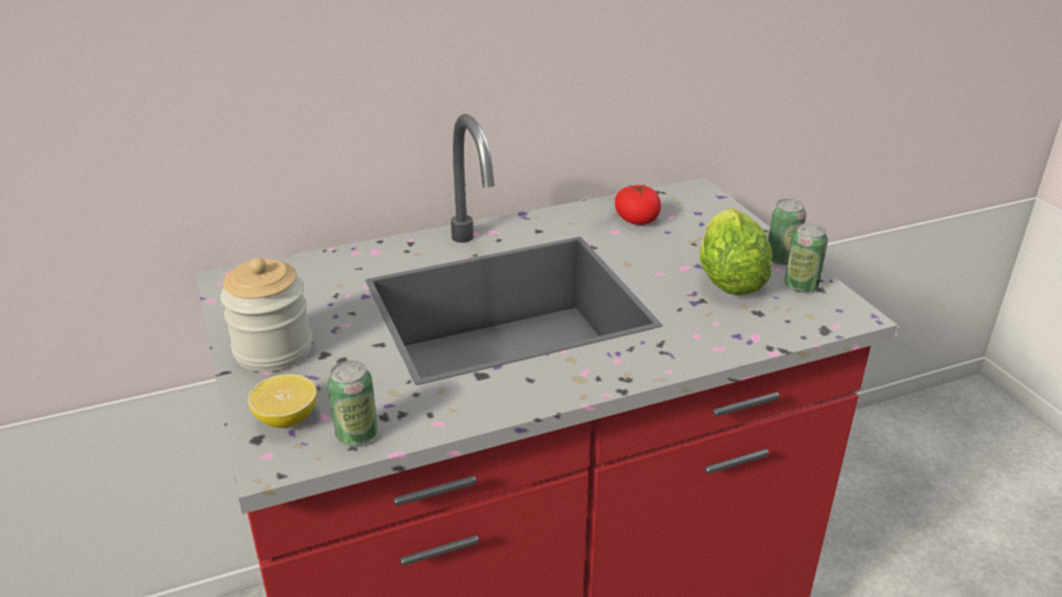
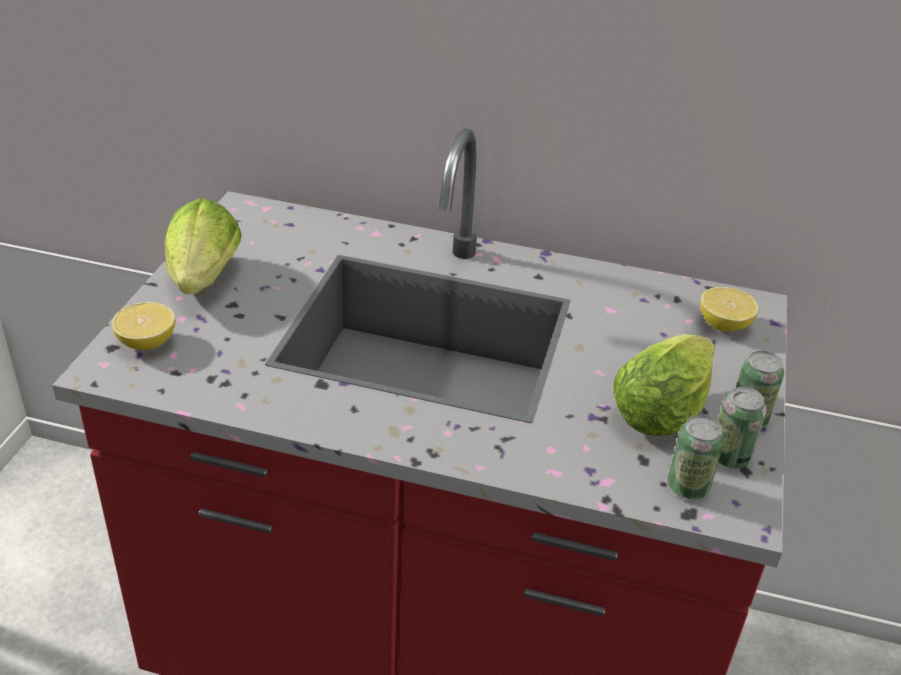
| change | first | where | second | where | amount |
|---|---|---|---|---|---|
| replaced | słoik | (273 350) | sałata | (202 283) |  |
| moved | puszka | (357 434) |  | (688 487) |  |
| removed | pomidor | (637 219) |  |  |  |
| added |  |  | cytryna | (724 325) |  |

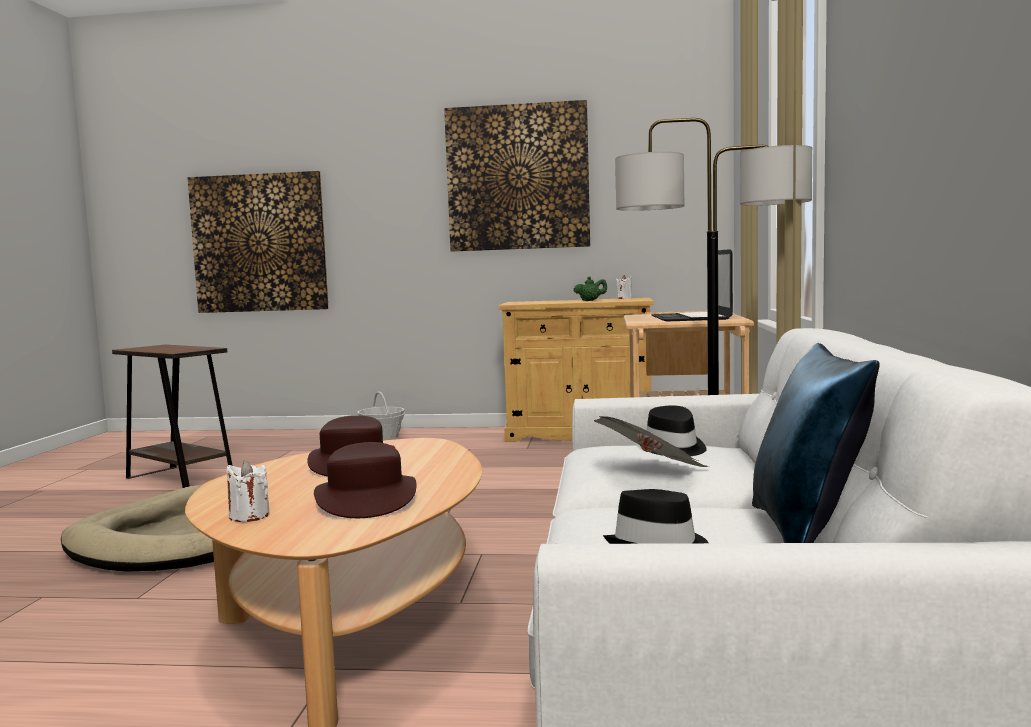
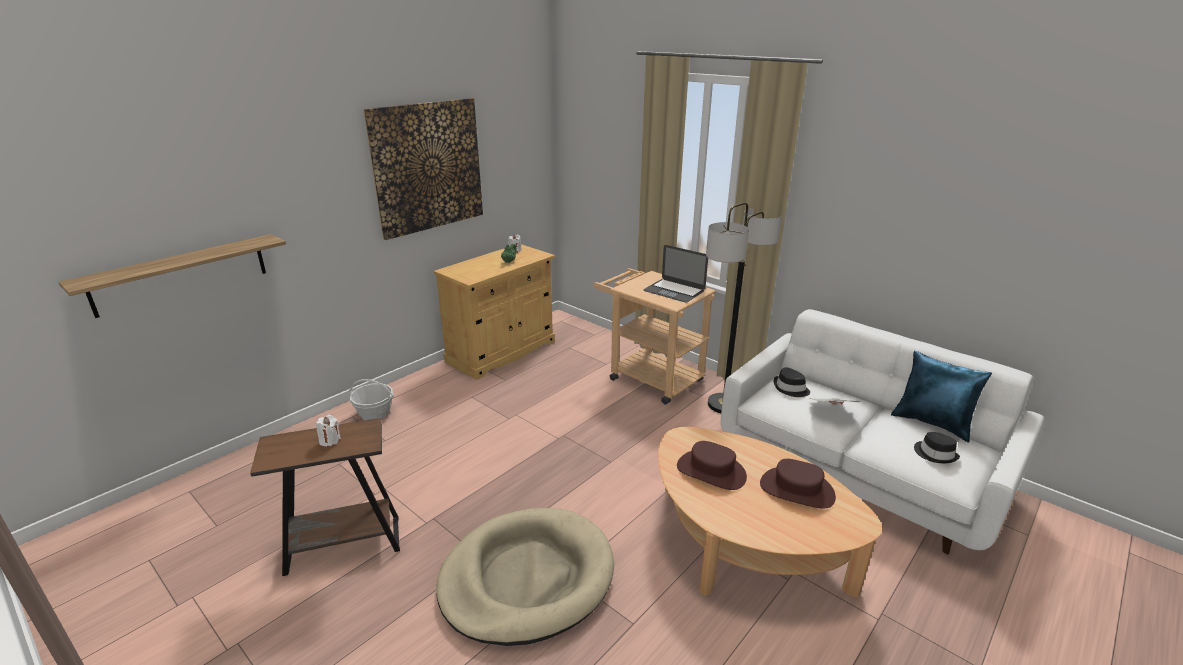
| change | first | where | second | where | amount |
|---|---|---|---|---|---|
| replaced | obraz | (259 243) | półka | (181 274) |  |
| moved | świeca (biały) | (249 516) |  | (330 440) |  |

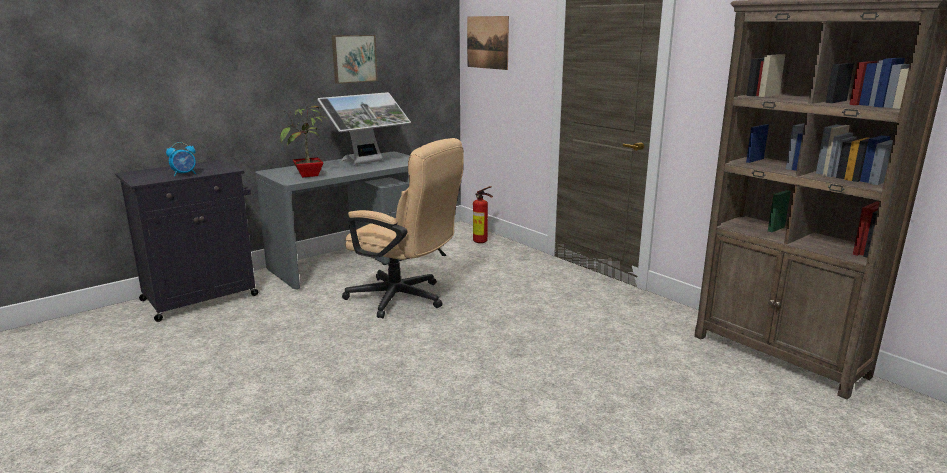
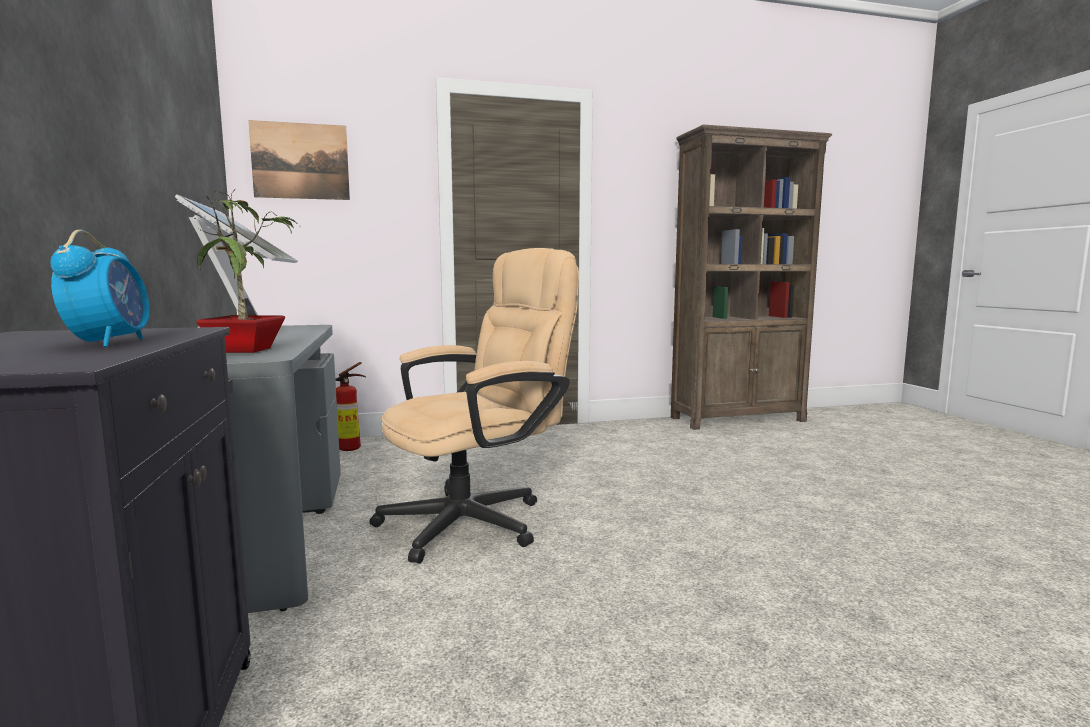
| change | first | where | second | where | amount |
|---|---|---|---|---|---|
| removed | obraz | (353 58) |  |  |  |

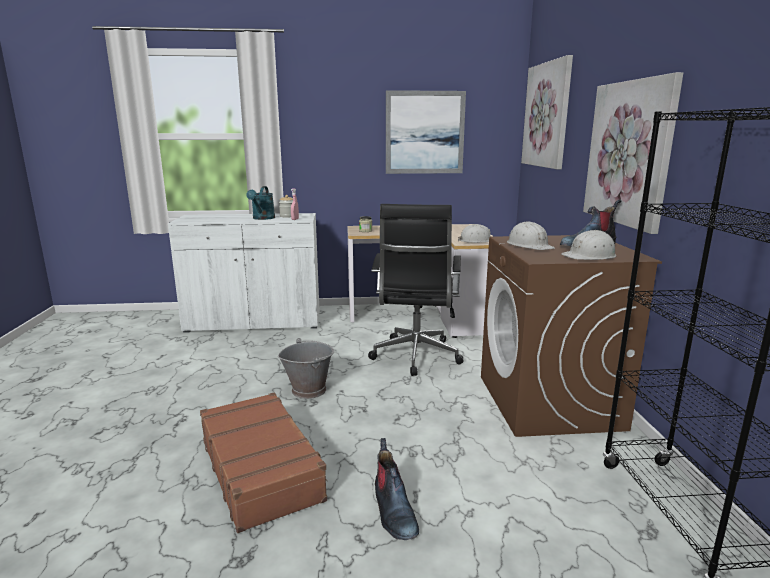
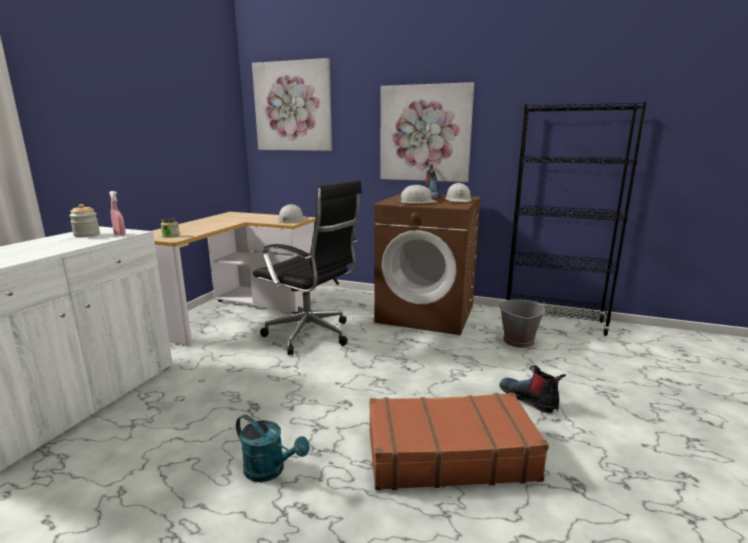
| change | first | where | second | where | amount |
|---|---|---|---|---|---|
| moved | konewka (turkusowy) | (262 218) |  | (270 470) |  |
| moved | wiadro (szary) | (309 390) |  | (518 341) |  |
| turned | but z cholewką | (393 512) |  | (529 399) | 135 degrees counterclockwise |
| removed | obraz | (424 133) |  |  |  |

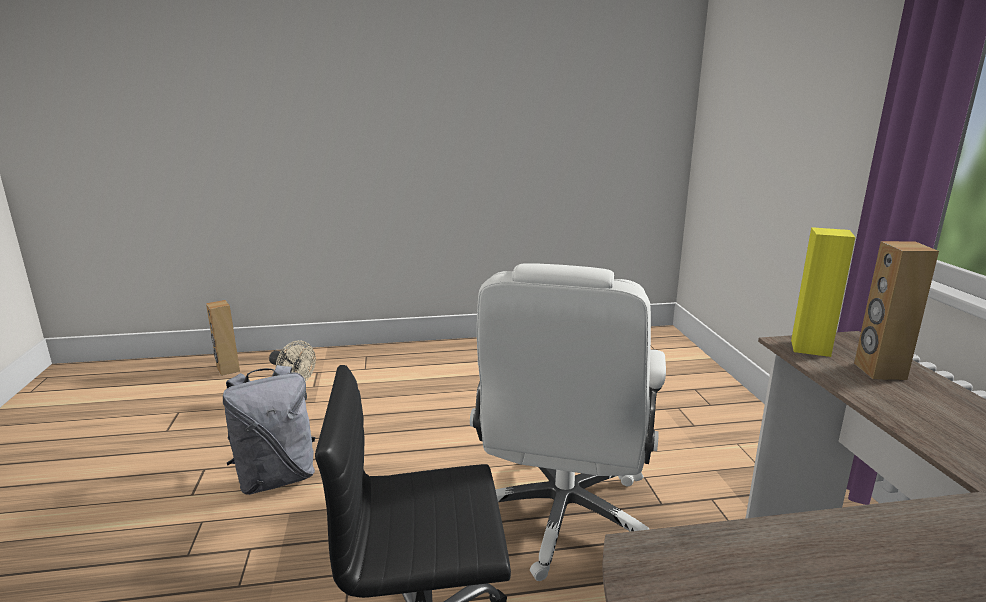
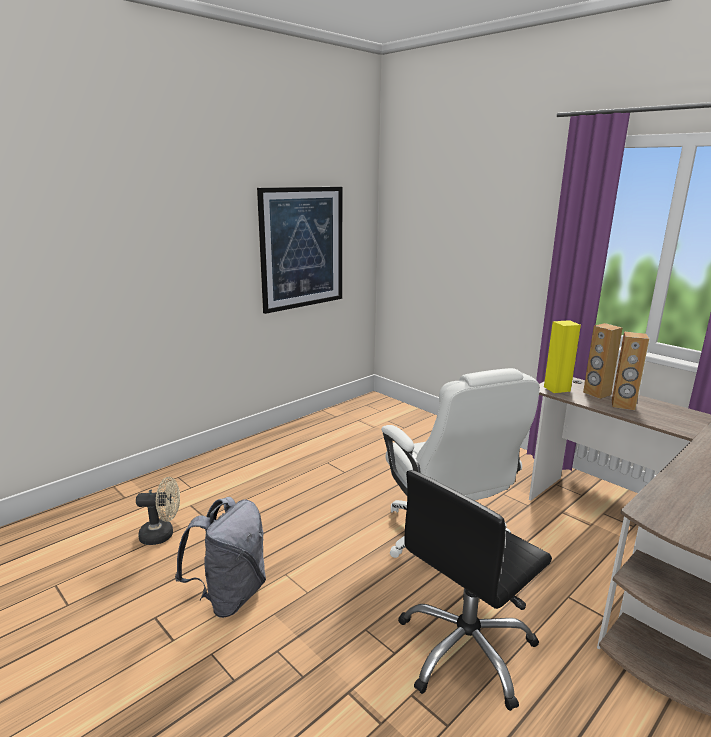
| change | first | where | second | where | amount |
|---|---|---|---|---|---|
| moved | głośnik (brązowy) | (228 370) |  | (623 405) |  |
| added |  |  | obraz | (302 248) |  |

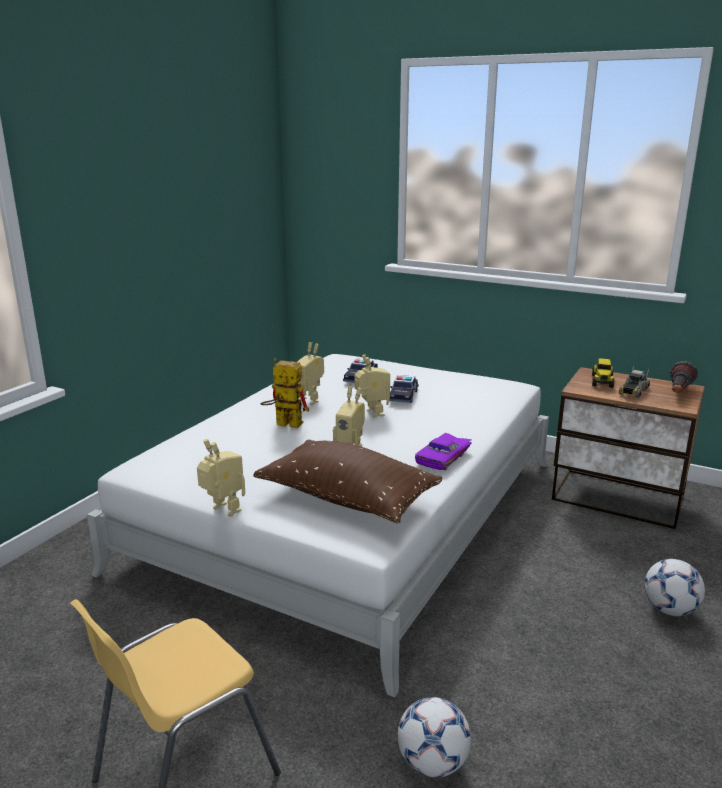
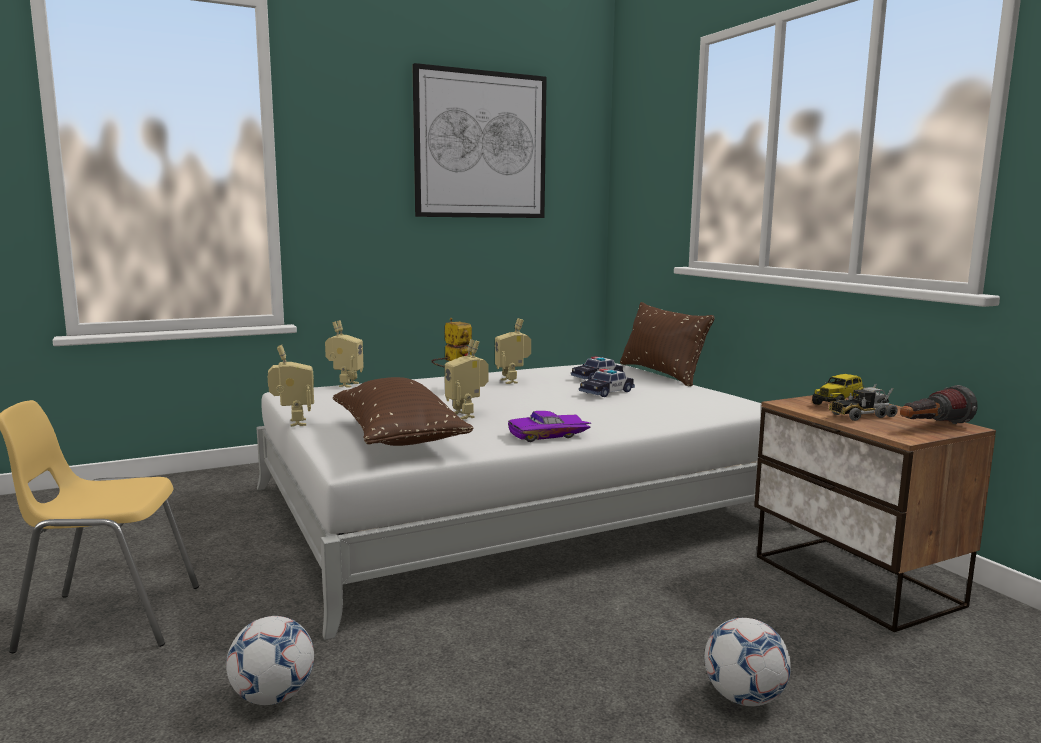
| change | first | where | second | where | amount |
|---|---|---|---|---|---|
| moved | robot zabawkowy | (372 413) |  | (345 384) |  |
| added |  |  | obraz | (481 145) |  |
| added |  |  | poduszka (brązowy) | (661 374) |  |

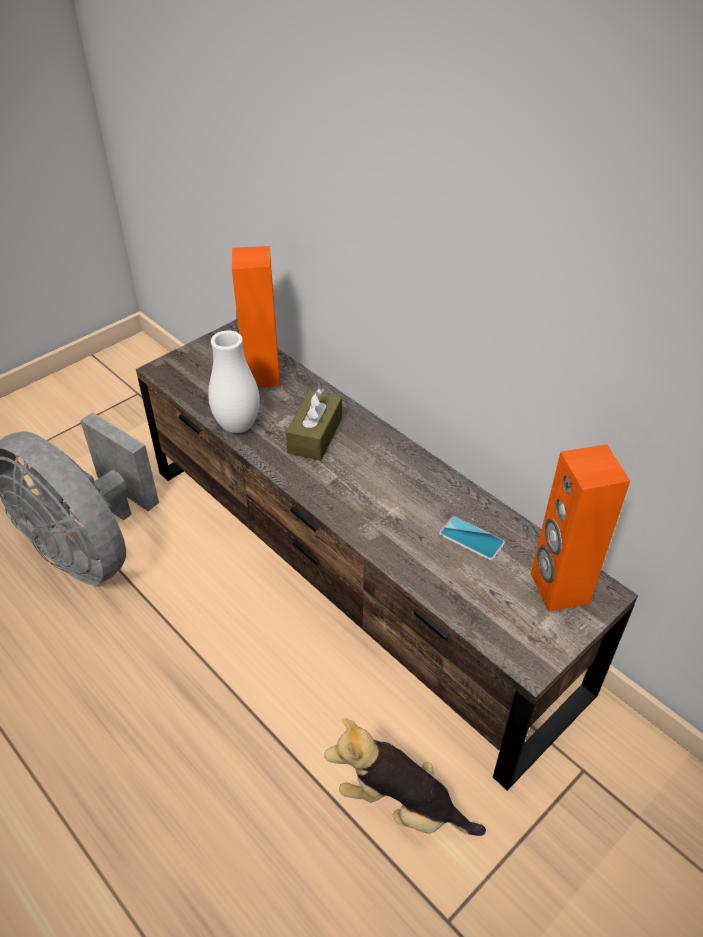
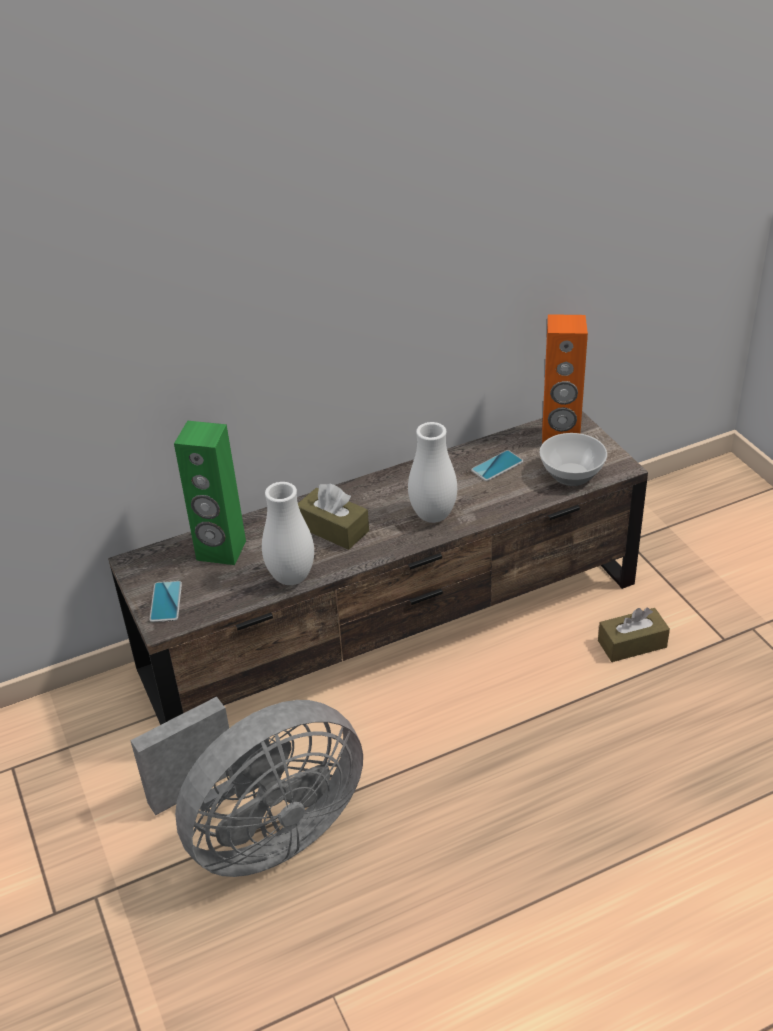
| change | first | where | second | where | amount |
|---|---|---|---|---|---|
| recoloured | głośnik (pomarańczowy) | (261 375) | głośnik (zielony) | (221 551) |  |
| replaced | pluszak | (401 804) | pudełko chusteczek (brązowy) | (632 644) |  |
| added |  |  | telefon | (166 602) |  |
| added |  |  | wazon (biały) | (433 516) |  |
| added |  |  | miska | (573 475) |  |

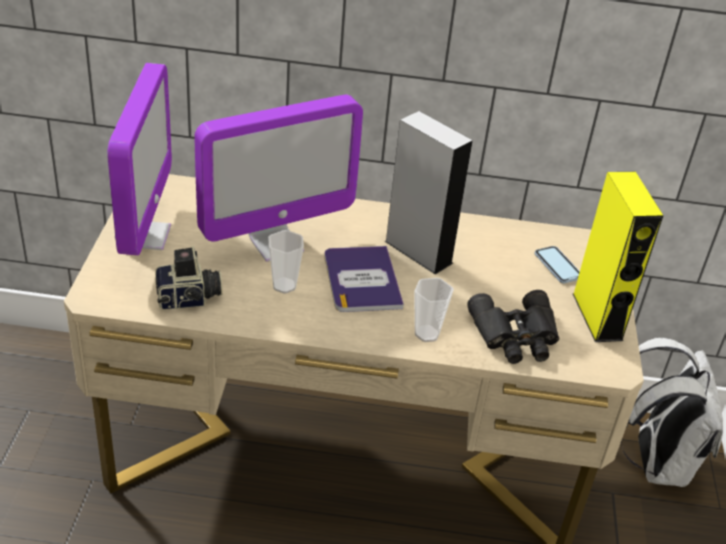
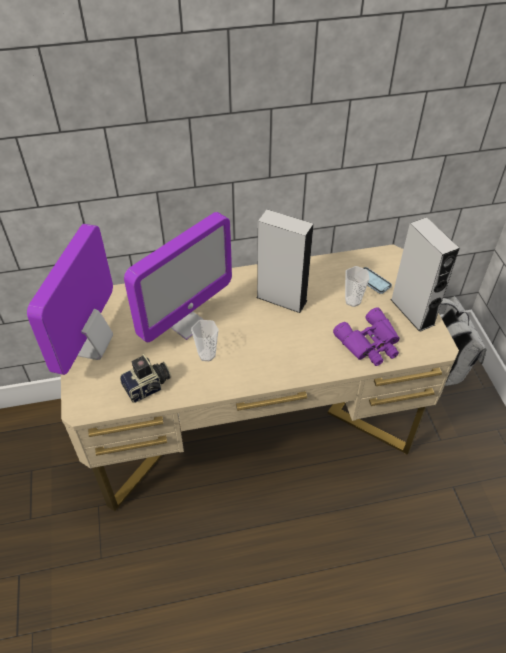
| change | first | where | second | where | amount |
|---|---|---|---|---|---|
| turned | monitor | (143 236) |  | (92 346) | 150 degrees counterclockwise |
| removed | książka | (362 280) |  |  |  |
| moved | filiżanka | (427 334) |  | (352 301) |  |
| recoloured | lornetka (czarny) | (516 336) | lornetka (fioletowy) | (370 344) |  |
| recoloured | głośnik (żółty) | (597 316) | głośnik (szary) | (412 312) |  |

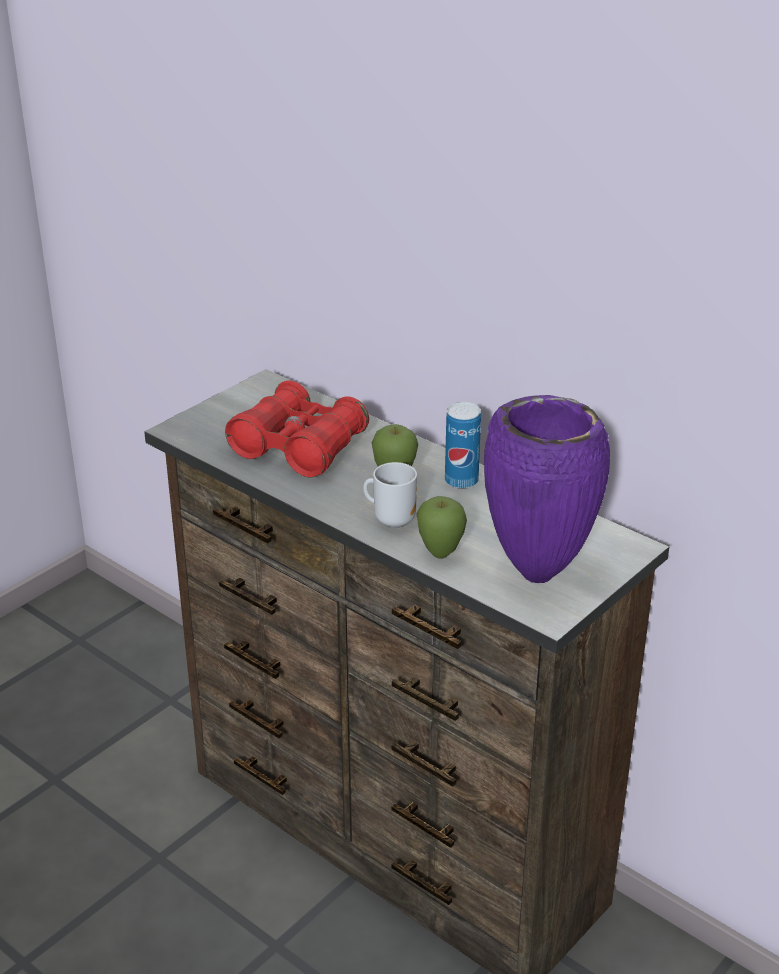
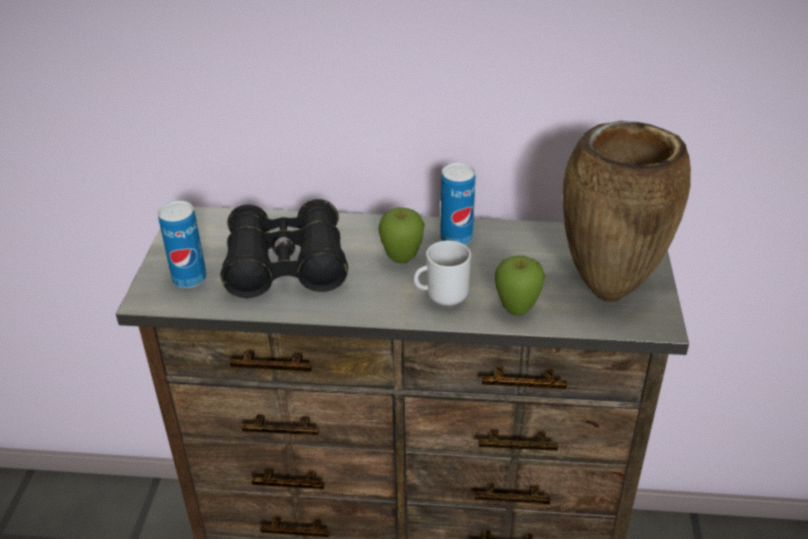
| change | first | where | second | where | amount |
|---|---|---|---|---|---|
| recoloured | lornetka (czerwony) | (299 447) | lornetka (czarny) | (286 266) |  |
| recoloured | wazon (fioletowy) | (539 573) | wazon (brązowy) | (607 291) |  |
| added |  |  | puszka | (189 279) |  |

